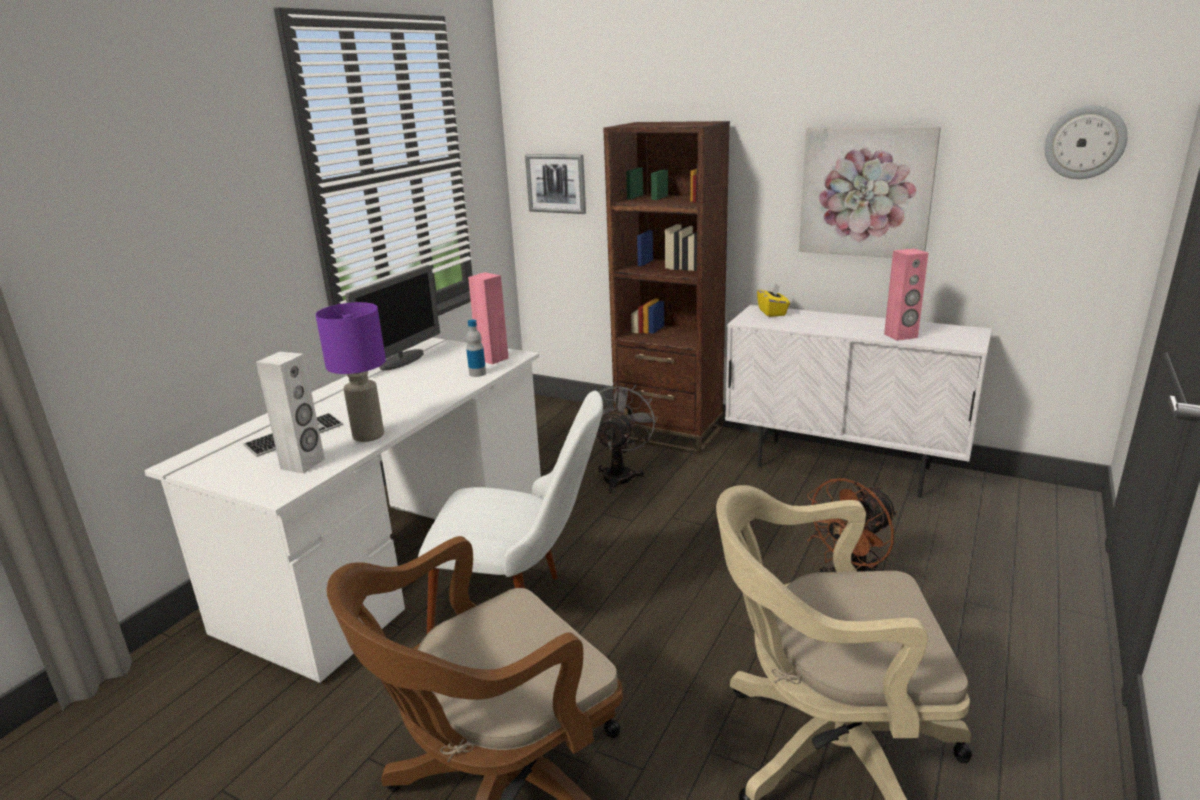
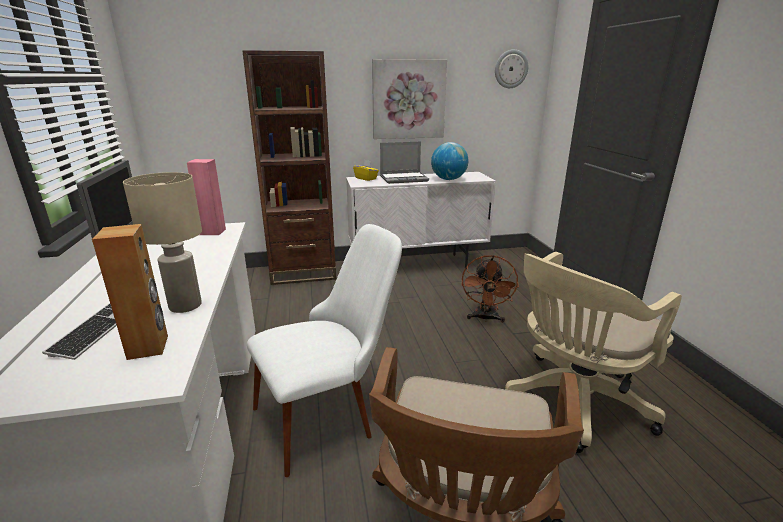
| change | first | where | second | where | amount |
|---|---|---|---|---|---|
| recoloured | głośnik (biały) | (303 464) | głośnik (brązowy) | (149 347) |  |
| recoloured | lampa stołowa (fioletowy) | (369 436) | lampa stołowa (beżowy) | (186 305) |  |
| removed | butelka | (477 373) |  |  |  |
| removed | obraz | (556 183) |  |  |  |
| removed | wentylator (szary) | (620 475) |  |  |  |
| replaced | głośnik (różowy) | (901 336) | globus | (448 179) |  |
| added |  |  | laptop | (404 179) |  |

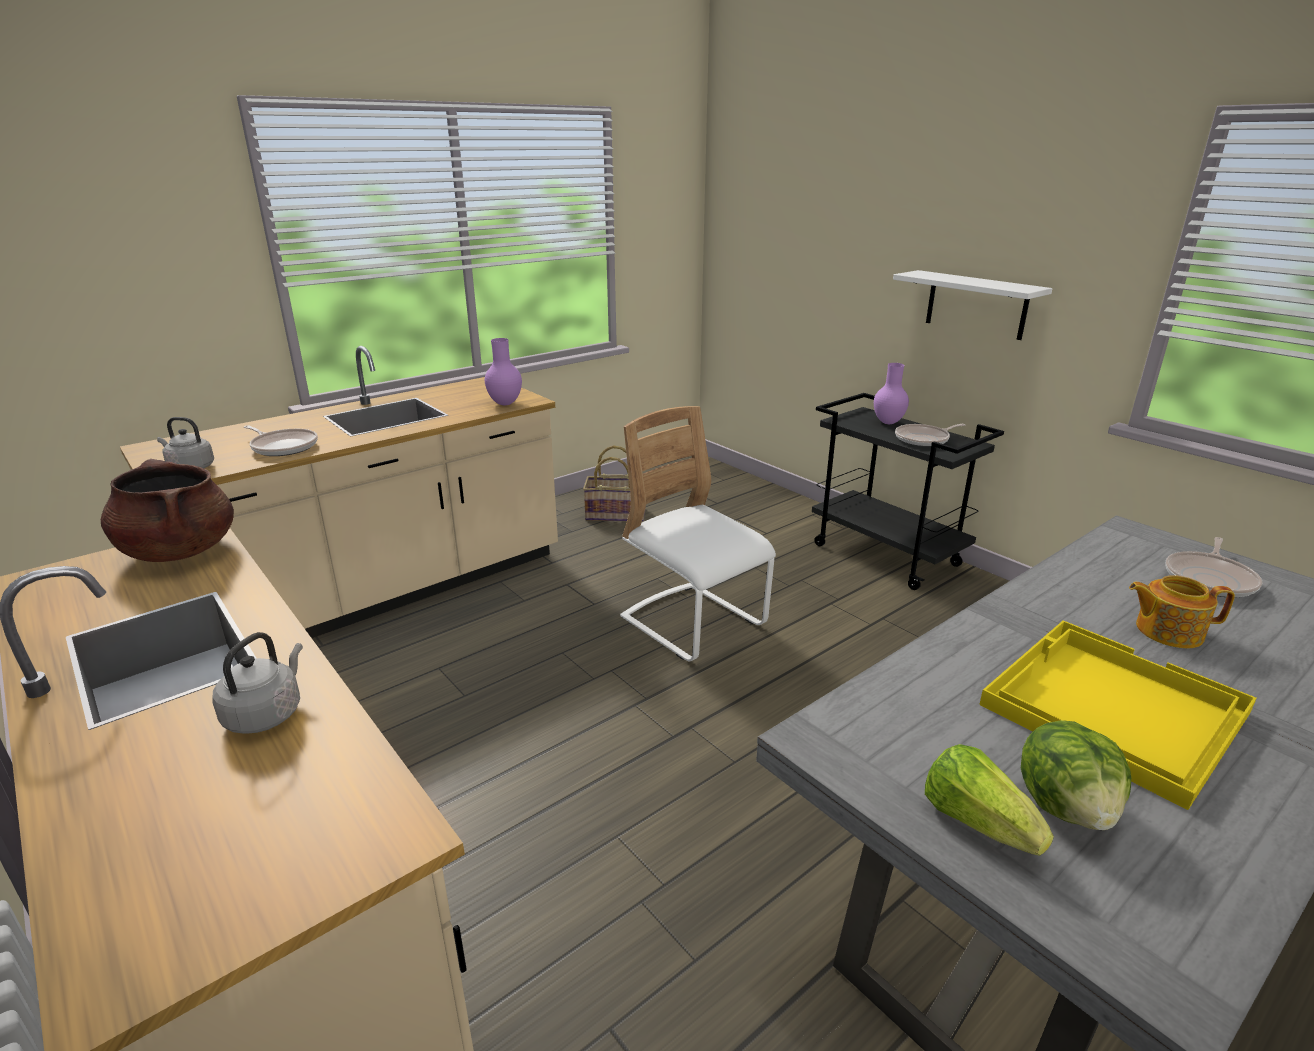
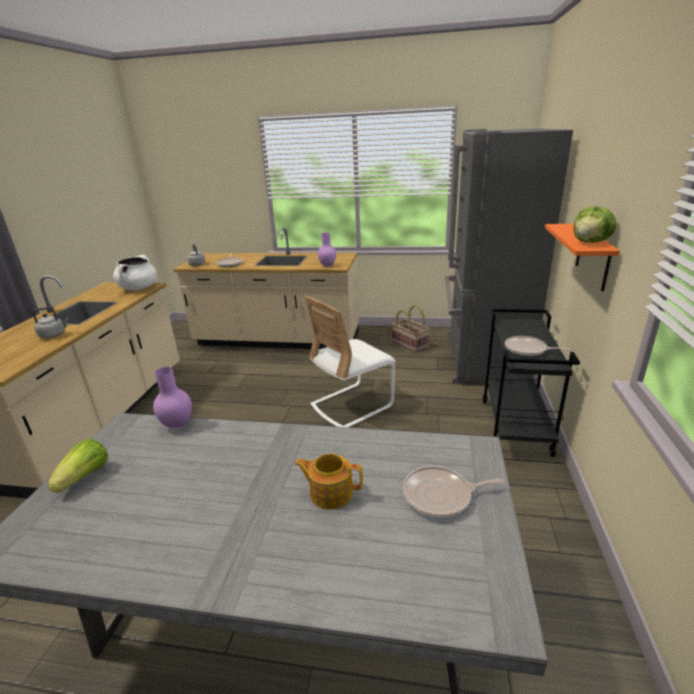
| change | first | where | second | where | amount |
|---|---|---|---|---|---|
| recoloured | garnek (brązowy) | (179 551) | garnek (biały) | (139 288) |  |
| turned | krzesło (biały) | (693 623) |  | (351 405) | 135 degrees counterclockwise |
| moved | wazon (fioletowy) | (888 422) |  | (178 424) |  |
| recoloured | półka (biały) | (976 305) | półka (pomarańczowy) | (593 256) |  |
| removed | taca (żółty) | (1110 708) |  |  |  |
| moved | sałata | (1067 806) |  | (590 242) |  |
| turned | imbryk | (1167 631) |  | (330 492) | 45 degrees counterclockwise |
| added |  |  | lodówka (szary) | (482 358) |  |

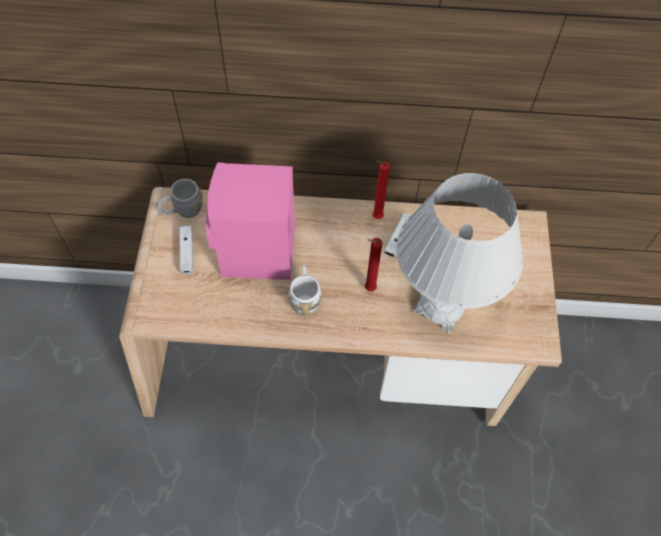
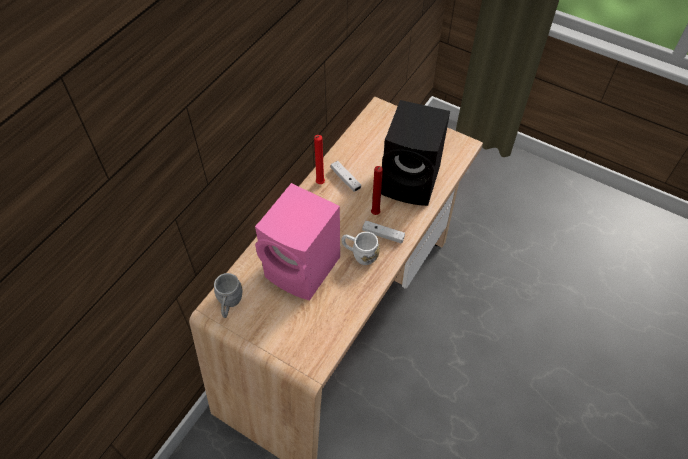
| change | first | where | second | where | amount |
|---|---|---|---|---|---|
| moved | pad do gier (biały) | (187 253) |  | (383 235) |  |
| replaced | lampa stołowa (biały) | (441 307) | głośnik (czarny) | (412 182) |  |

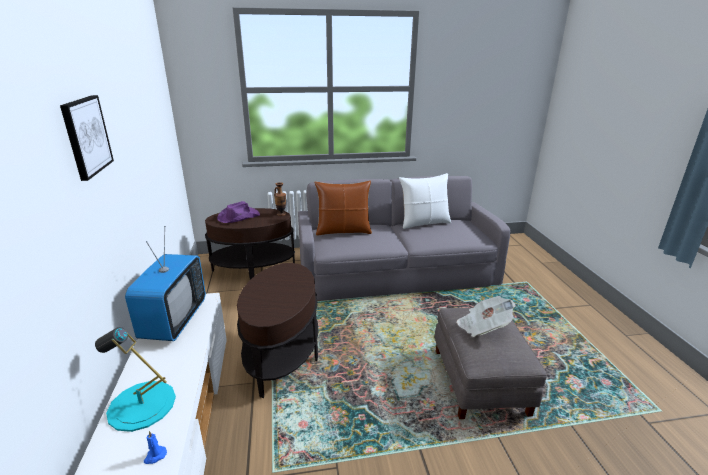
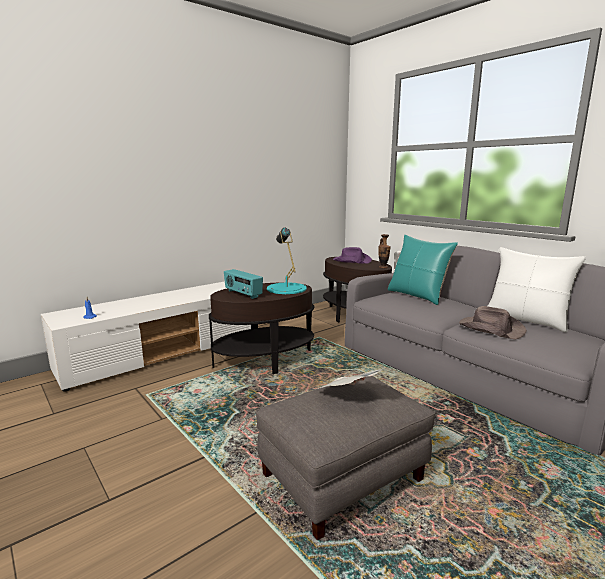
| change | first | where | second | where | amount |
|---|---|---|---|---|---|
| removed | obraz | (86 136) |  |  |  |
| moved | lampa stołowa (turkusowy) | (141 405) |  | (286 288) |  |
| removed | telewizor | (174 320) |  |  |  |
| recoloured | poduszka (brązowy) | (343 231) | poduszka (turkusowy) | (417 295) |  |
| added |  |  | radio | (243 294) |  |
| added |  |  | kapelusz (brązowy) | (490 328) |  |

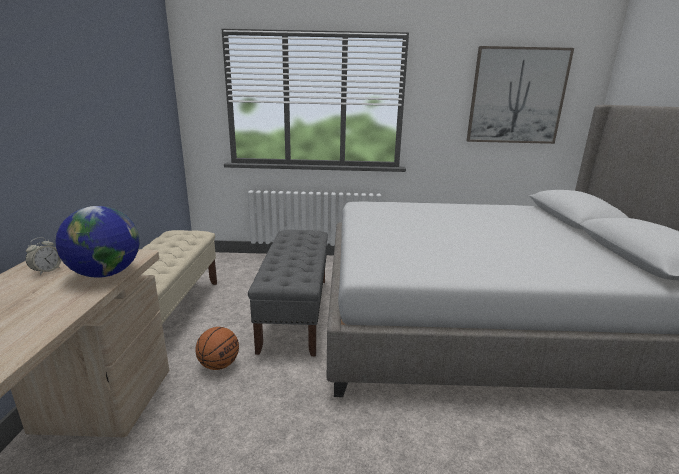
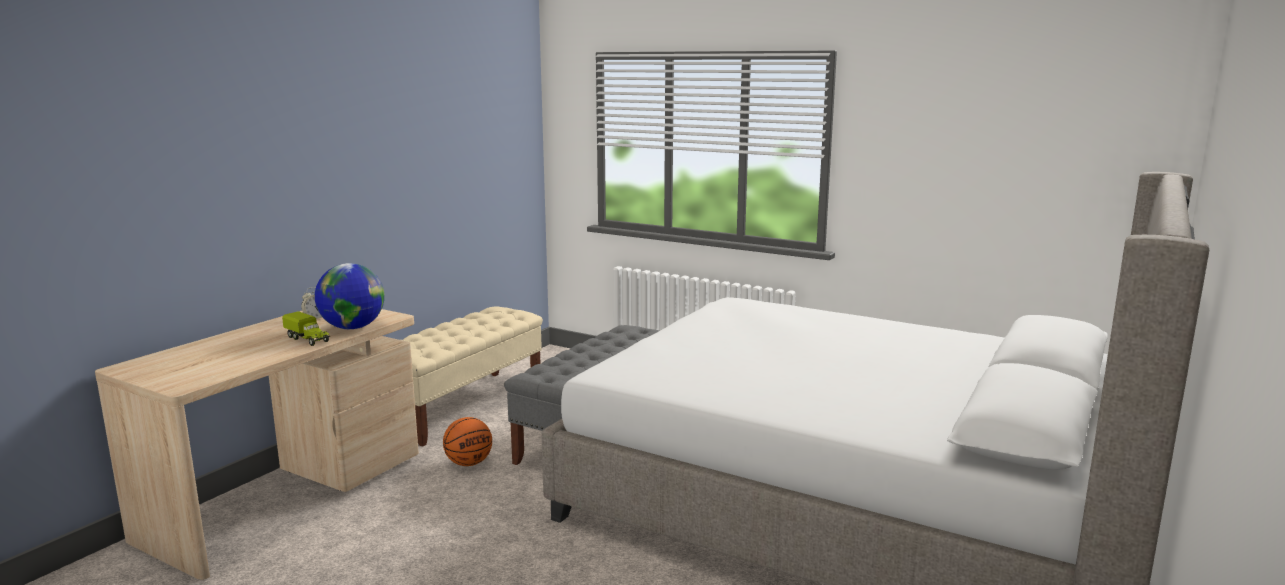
| change | first | where | second | where | amount |
|---|---|---|---|---|---|
| removed | obraz | (517 96) |  |  |  |
| added |  |  | ciężarówka zabawkowa | (308 339) |  |

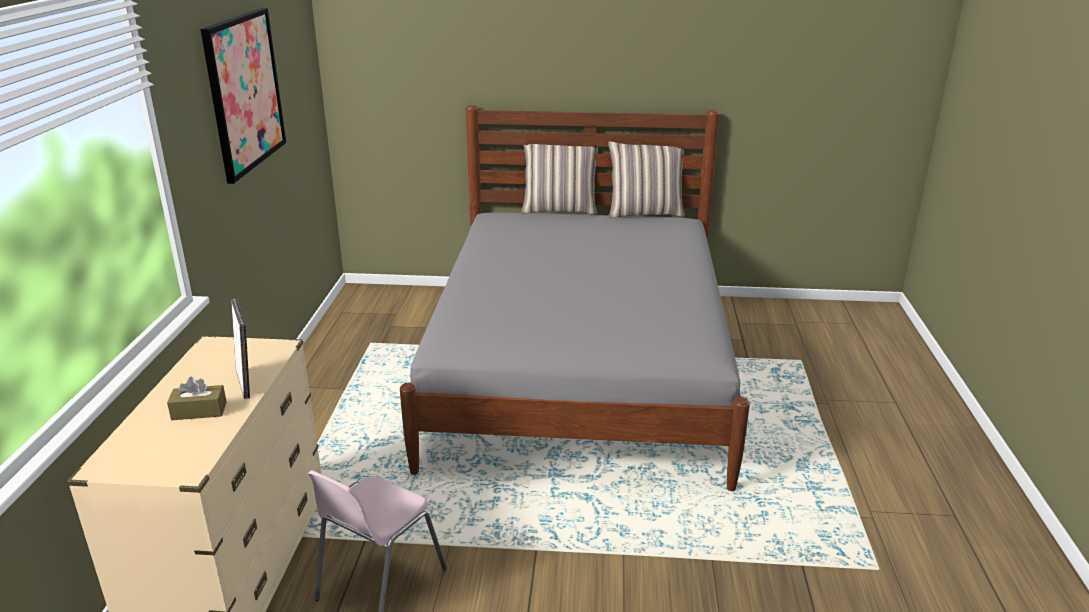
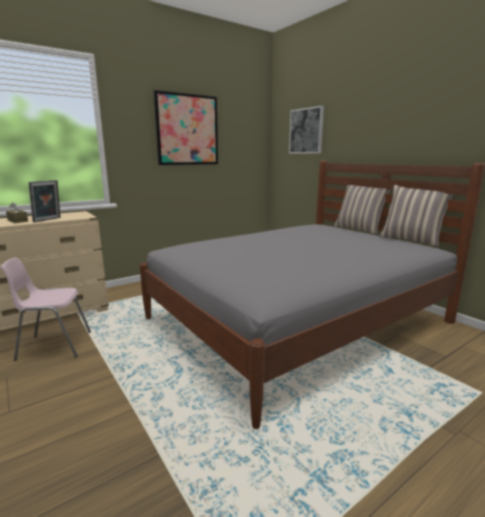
| change | first | where | second | where | amount |
|---|---|---|---|---|---|
| added |  |  | obraz | (306 131) |  |

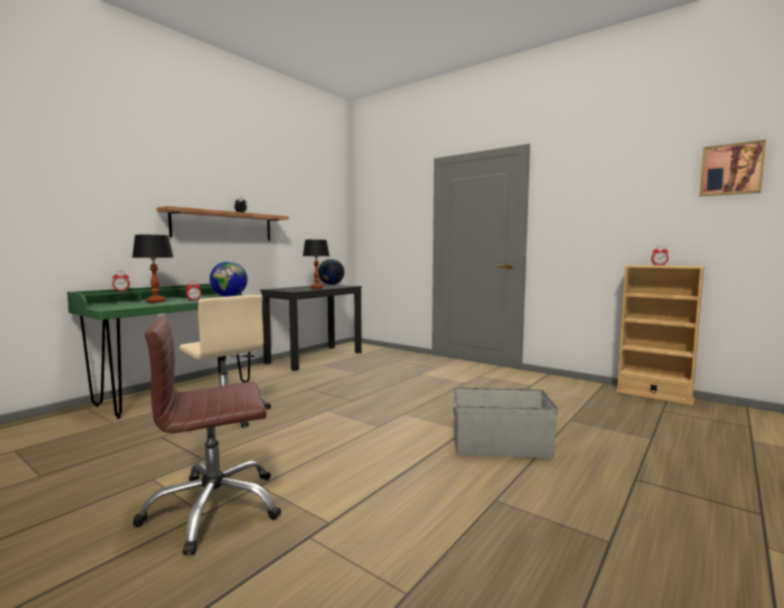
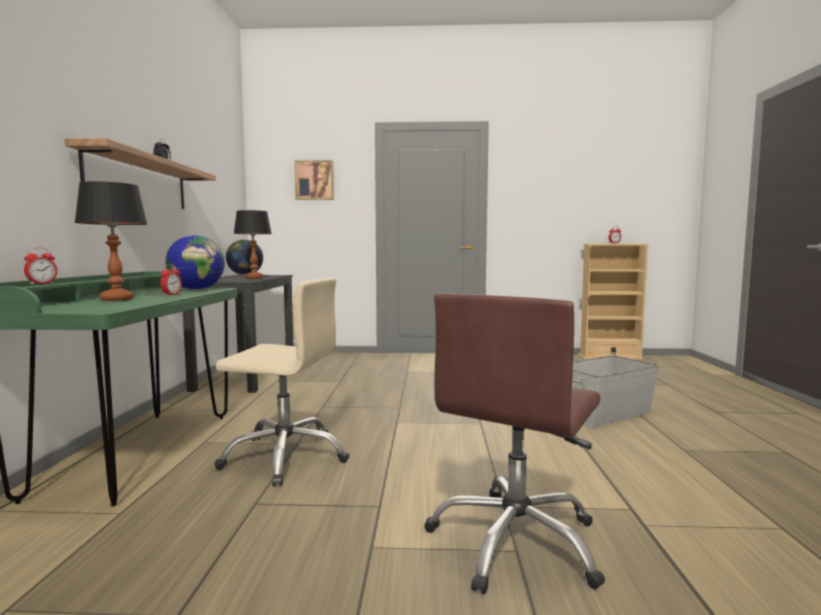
| change | first | where | second | where | amount |
|---|---|---|---|---|---|
| moved | obraz | (731 169) |  | (314 180) |  |

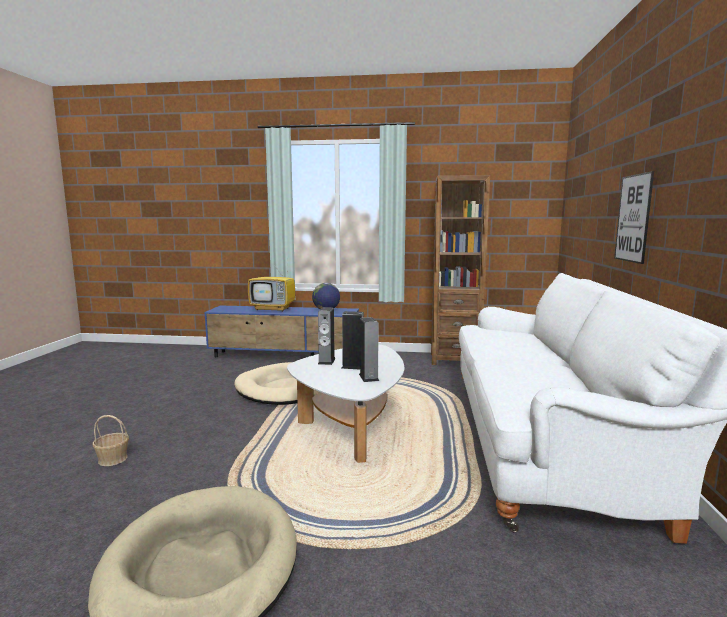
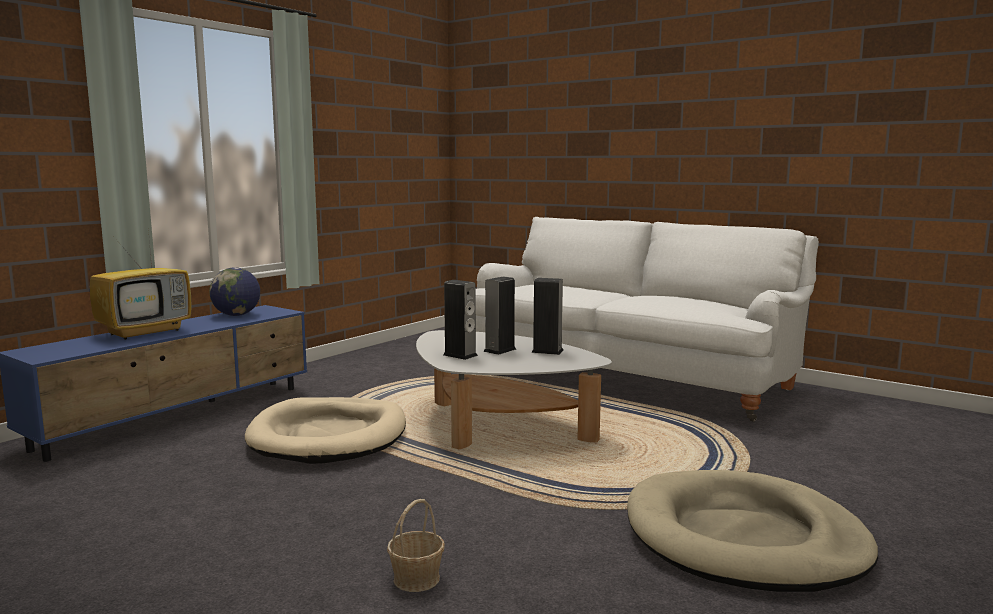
| change | first | where | second | where | amount |
|---|---|---|---|---|---|
| removed | regał (brązowy) | (454 359) |  |  |  |
| removed | obraz | (633 218) |  |  |  |

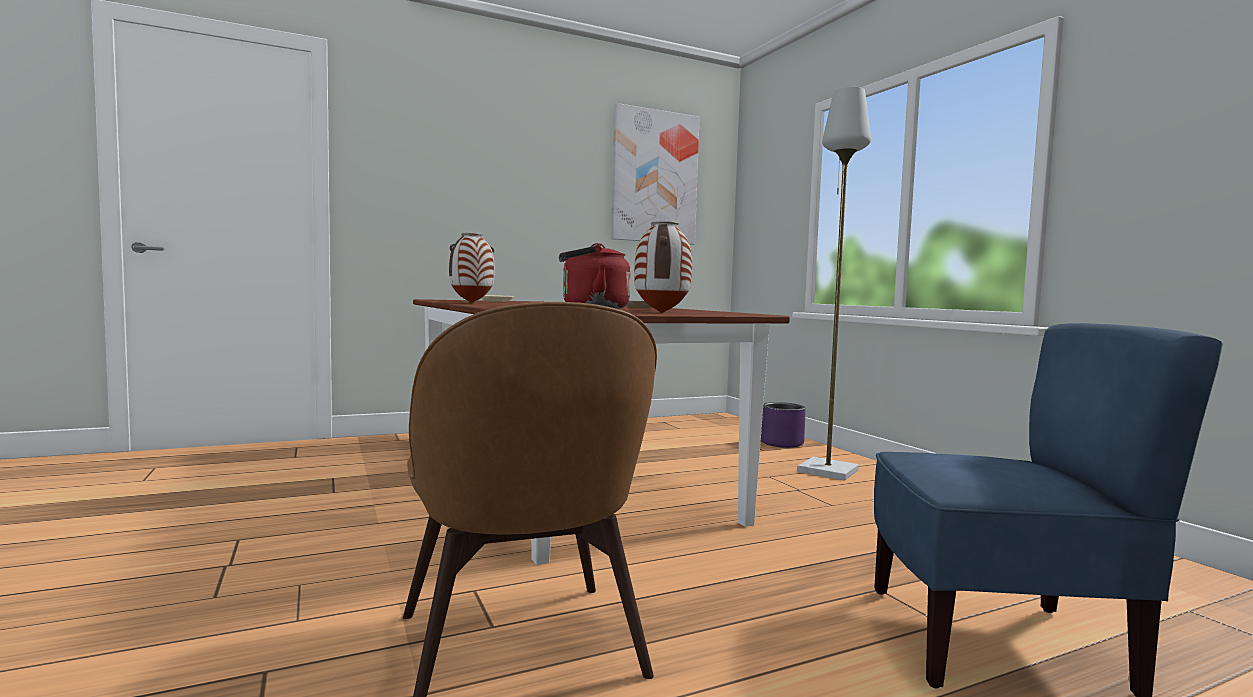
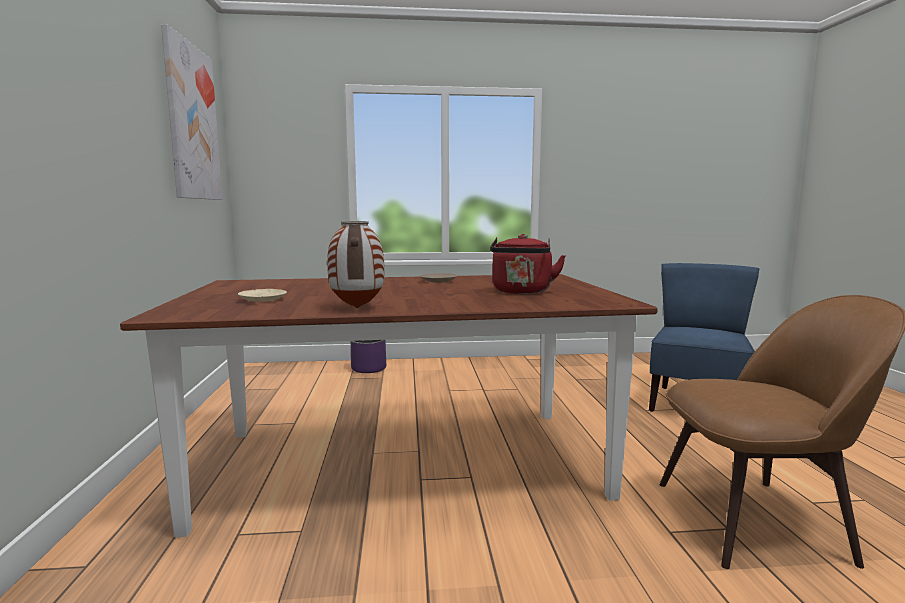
| change | first | where | second | where | amount |
|---|---|---|---|---|---|
| removed | wazon | (662 313) |  |  |  |
| removed | lampa stojąca (szary) | (826 471) |  |  |  |

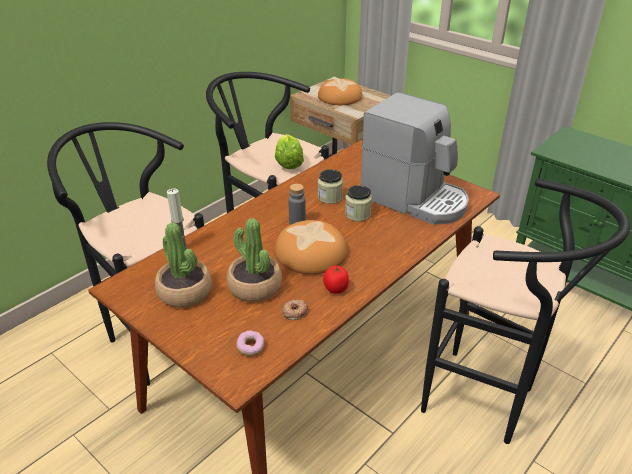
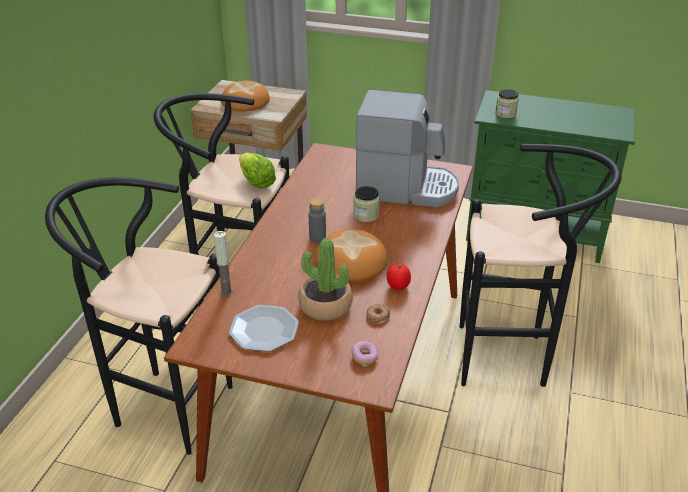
| change | first | where | second | where | amount |
|---|---|---|---|---|---|
| replaced | roślina doniczkowa | (185 292) | talerz | (264 329) |  |
| moved | słoik | (330 197) |  | (505 114) |  |

